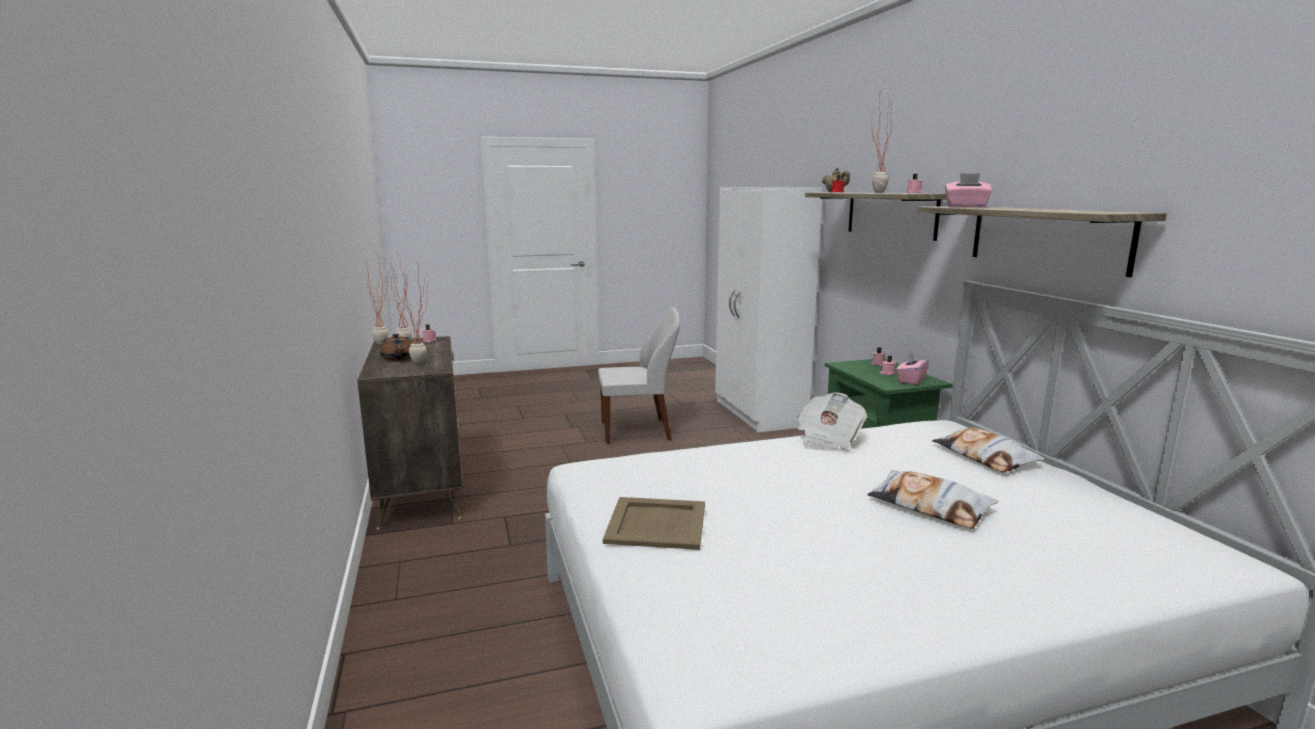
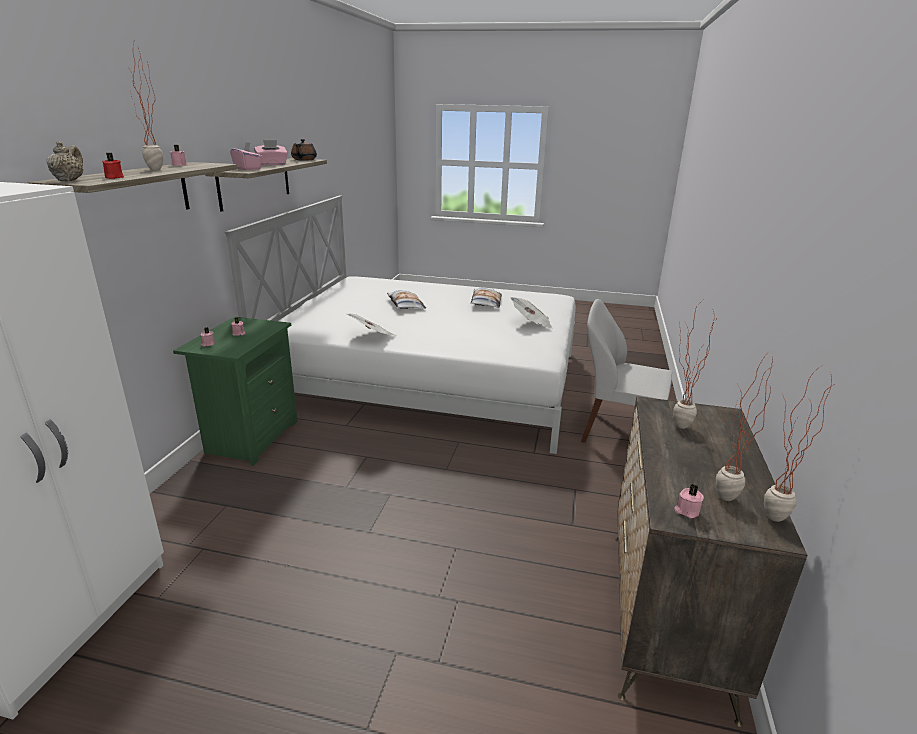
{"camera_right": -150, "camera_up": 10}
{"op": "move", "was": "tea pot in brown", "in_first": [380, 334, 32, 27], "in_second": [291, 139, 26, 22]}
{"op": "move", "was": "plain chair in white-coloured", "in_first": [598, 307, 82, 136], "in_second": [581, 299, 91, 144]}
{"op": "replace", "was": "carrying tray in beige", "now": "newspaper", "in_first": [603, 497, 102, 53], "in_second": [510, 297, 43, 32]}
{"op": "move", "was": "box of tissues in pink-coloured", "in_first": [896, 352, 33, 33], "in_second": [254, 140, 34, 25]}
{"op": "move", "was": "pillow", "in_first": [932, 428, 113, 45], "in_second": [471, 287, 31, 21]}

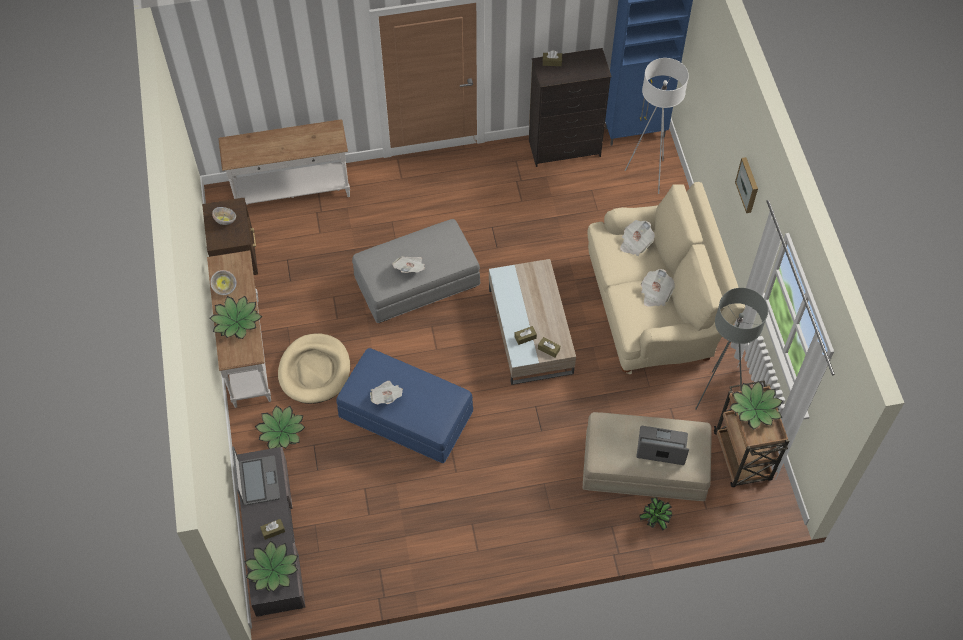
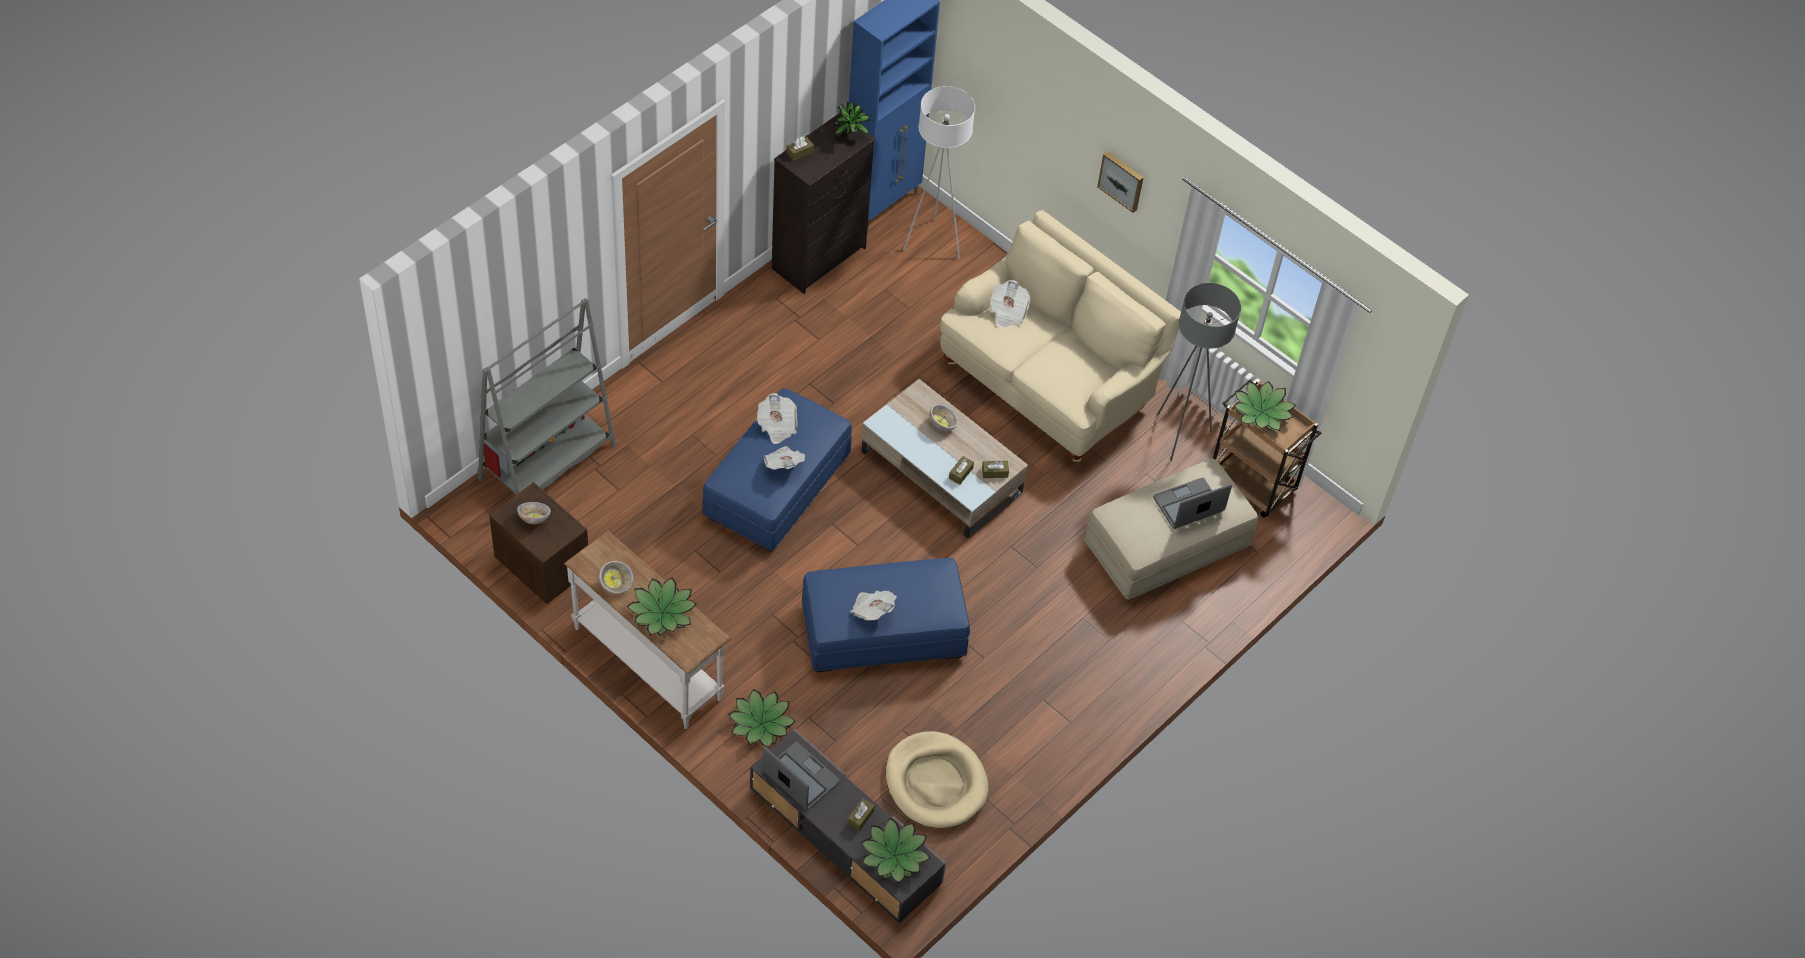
{"camera_right": -40, "camera_up": -5}
{"op": "replace", "was": "console table in white-coloured", "now": "shelving unit in gray", "in_first": [218, 119, 132, 86], "in_second": [477, 298, 139, 197]}
{"op": "move", "was": "dog bed in beige", "in_first": [278, 334, 72, 70], "in_second": [886, 731, 102, 97]}
{"op": "recolor", "was": "footrest in gray", "now": "footrest in blue-coloured", "in_first": [352, 219, 128, 104], "in_second": [702, 388, 150, 163]}
{"op": "move", "was": "houseplant", "in_first": [639, 497, 33, 34], "in_second": [834, 102, 36, 36]}
{"op": "move", "was": "newspaper", "in_first": [641, 269, 34, 38], "in_second": [757, 393, 40, 51]}
{"op": "insert", "now": "deep dish", "in_second": [929, 404, 29, 27]}

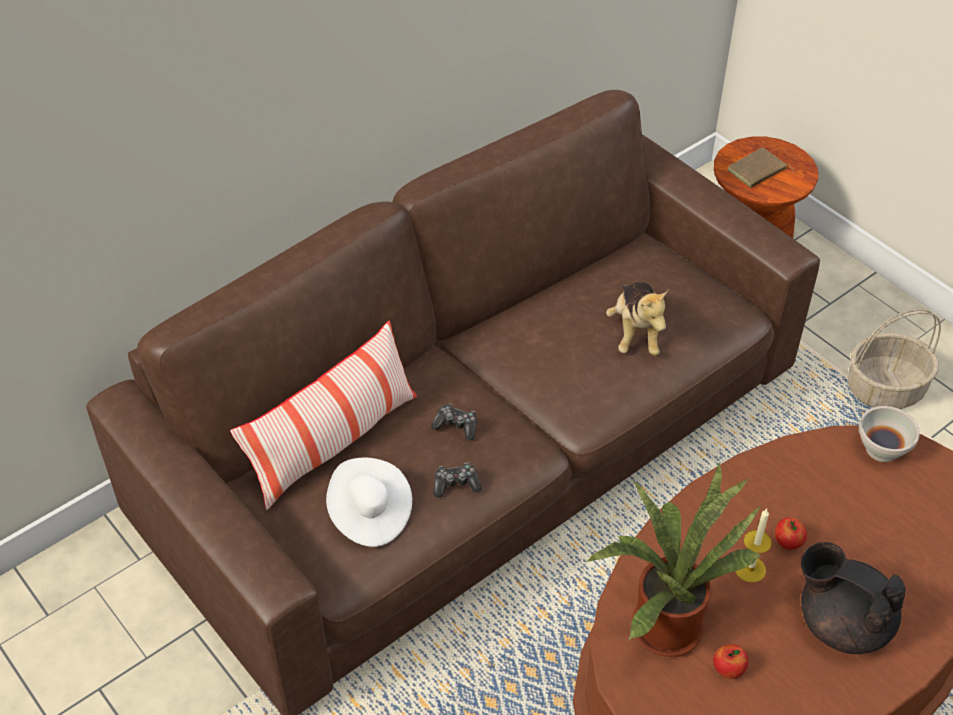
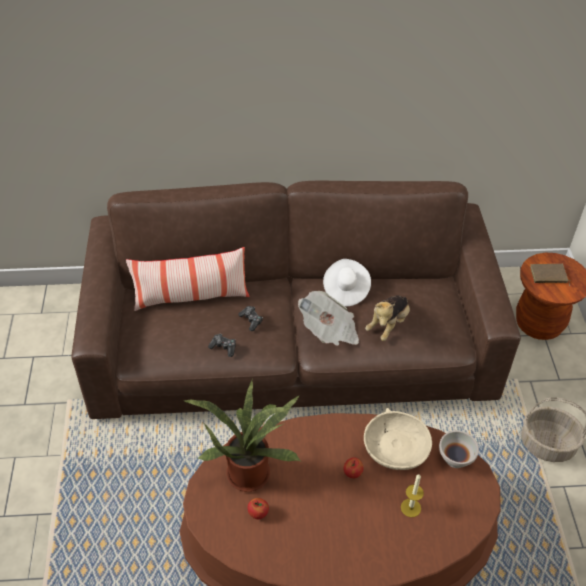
{"camera_right": 35, "camera_up": 0}
{"op": "move", "was": "clothing hat in white-coloured", "in_first": [326, 458, 86, 89], "in_second": [323, 259, 48, 48]}
{"op": "move", "was": "wax light", "in_first": [735, 508, 37, 75], "in_second": [401, 474, 23, 43]}
{"op": "delete", "was": "tea pot in black-coloured", "in_first": [801, 542, 105, 112]}
{"op": "insert", "now": "newspaper", "in_second": [298, 291, 61, 55]}
{"op": "insert", "now": "deep dish in beige", "in_second": [364, 408, 68, 62]}

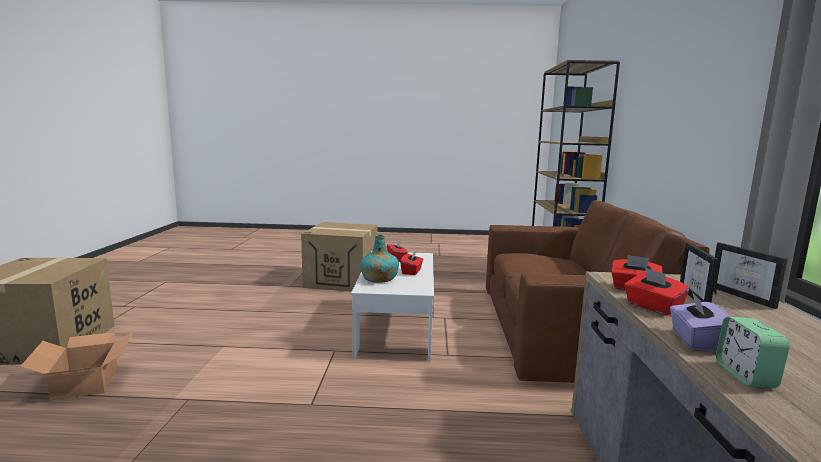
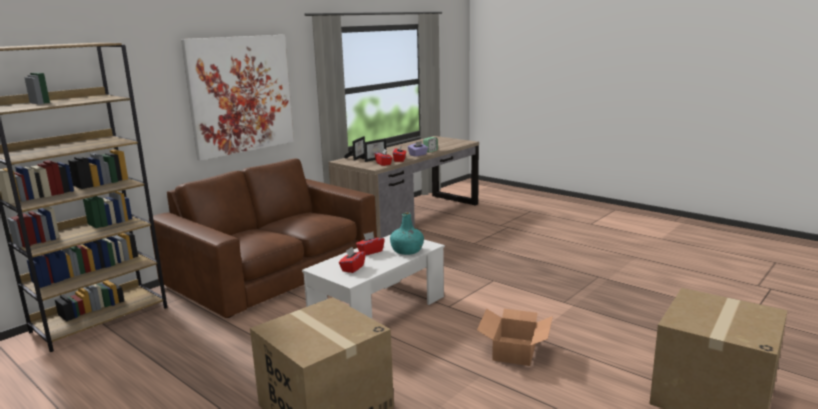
{"camera_right": -140, "camera_up": 5}
{"op": "move", "was": "packing box", "in_first": [20, 331, 114, 70], "in_second": [477, 309, 76, 57]}
{"op": "insert", "now": "picture", "in_second": [181, 35, 113, 126]}

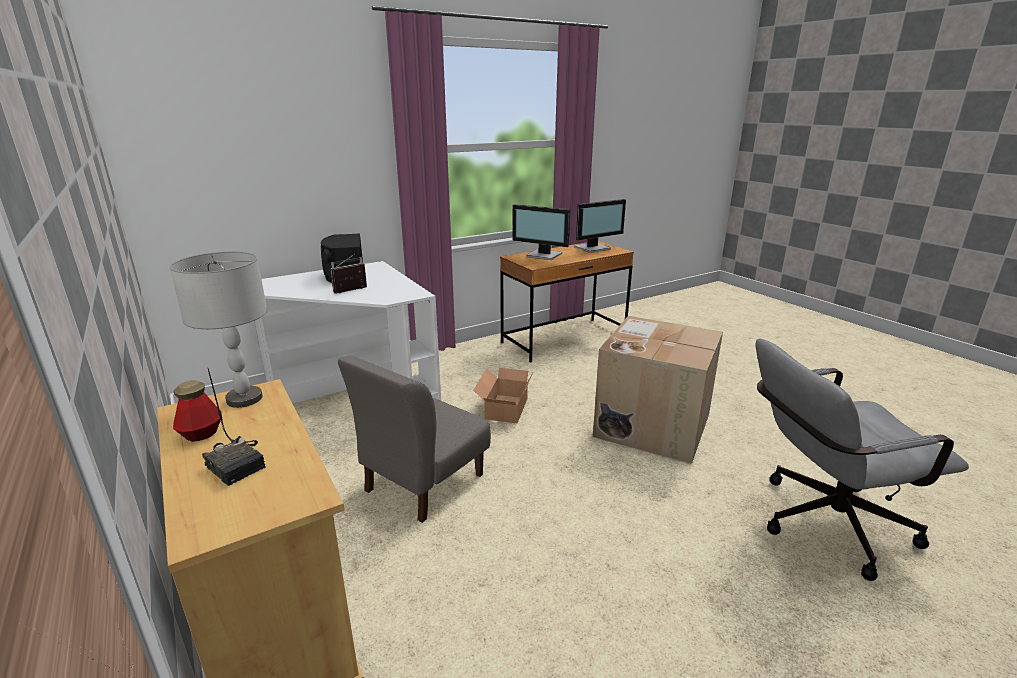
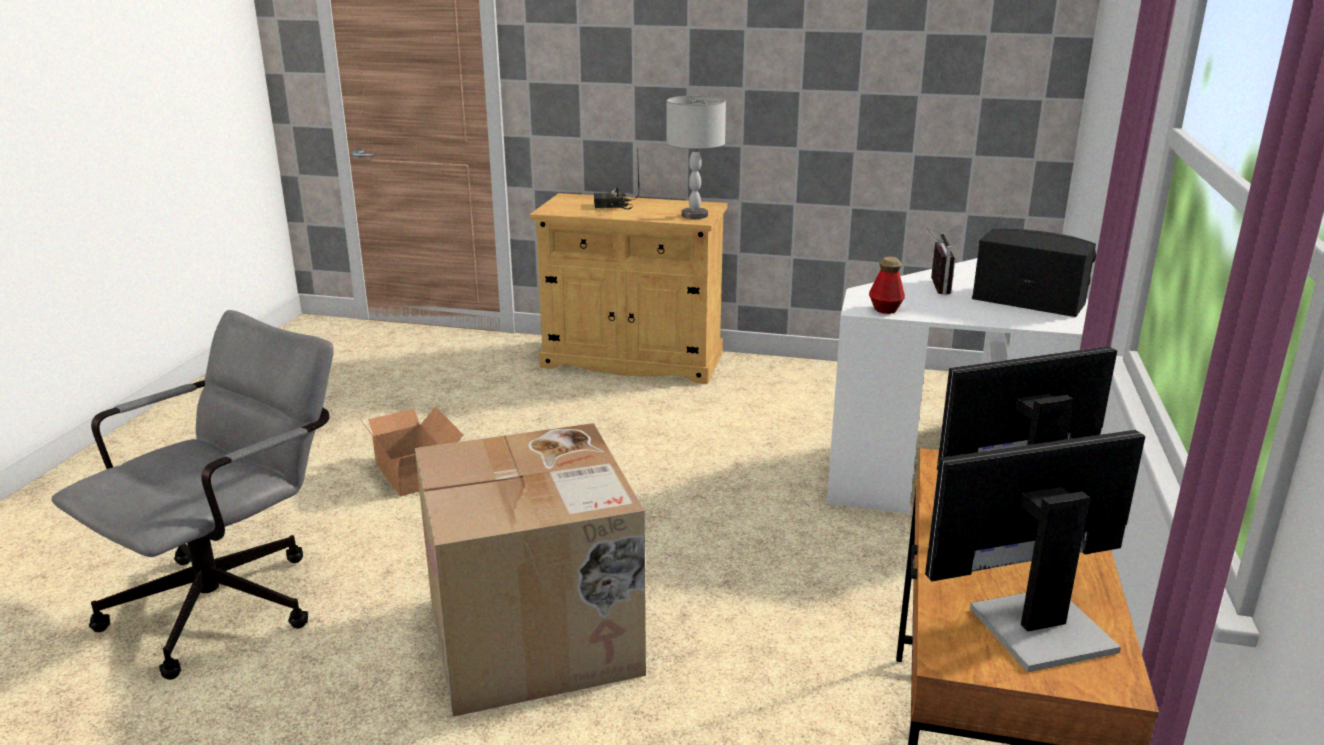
{"camera_right": 135, "camera_up": 0}
{"op": "move", "was": "bottle", "in_first": [173, 380, 49, 62], "in_second": [869, 256, 36, 58]}
{"op": "delete", "was": "plain chair in gray", "in_first": [338, 356, 153, 167]}
{"op": "move", "was": "packing box", "in_first": [473, 368, 61, 55], "in_second": [362, 406, 101, 91]}
{"op": "rotate", "was": "monitor", "in_first": [574, 199, 52, 54], "in_second": [925, 430, 221, 242], "clockwise": 60}

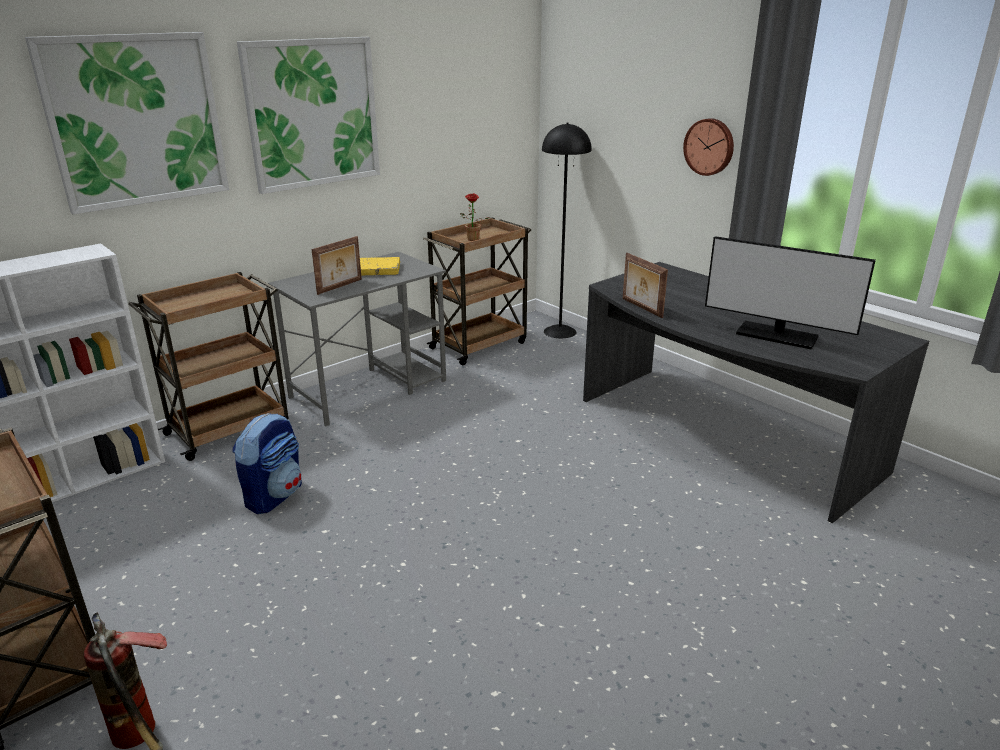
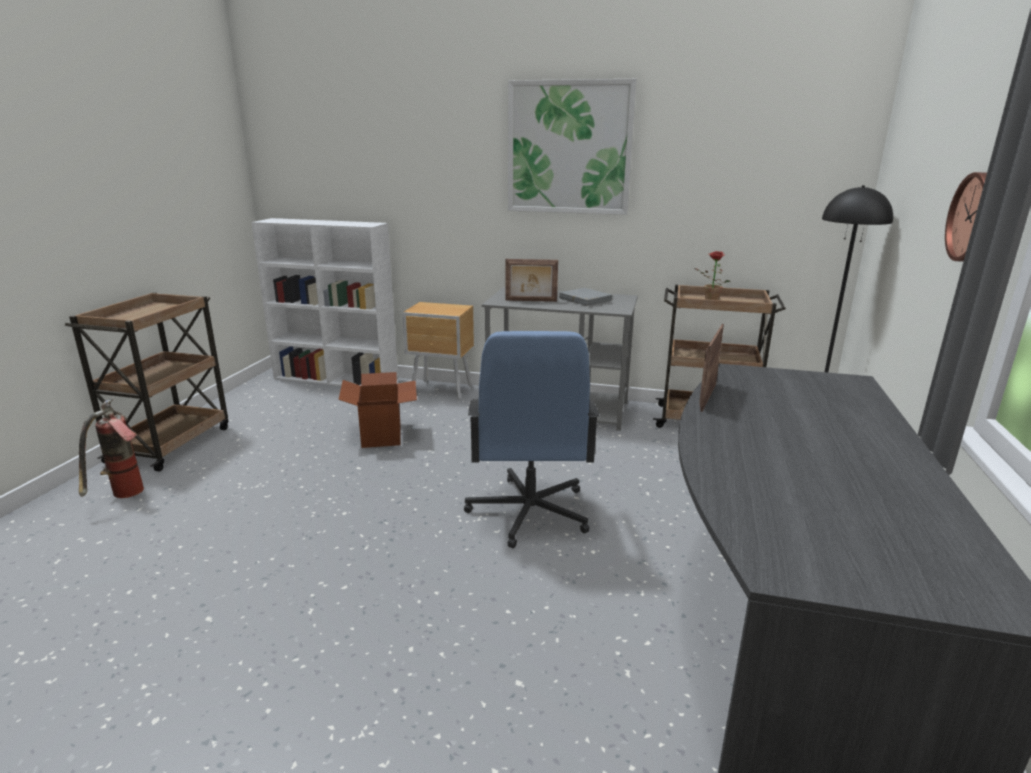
{"camera_right": 55, "camera_up": -5}
{"op": "delete", "was": "picture", "in_first": [25, 32, 204, 183]}
{"op": "replace", "was": "wheeled cart in brown", "now": "bedside table in brown", "in_first": [128, 272, 161, 189], "in_second": [402, 302, 72, 98]}
{"op": "replace", "was": "backpack", "now": "packing box", "in_first": [232, 413, 70, 101], "in_second": [338, 372, 79, 76]}
{"op": "recolor", "was": "bound book in yellow-coloured", "now": "bound book in gray", "in_first": [360, 257, 40, 19], "in_second": [559, 288, 53, 18]}
{"op": "delete", "was": "monitor", "in_first": [705, 236, 171, 114]}
{"op": "insert", "now": "computer chair in blue-coloured", "in_second": [464, 331, 136, 217]}

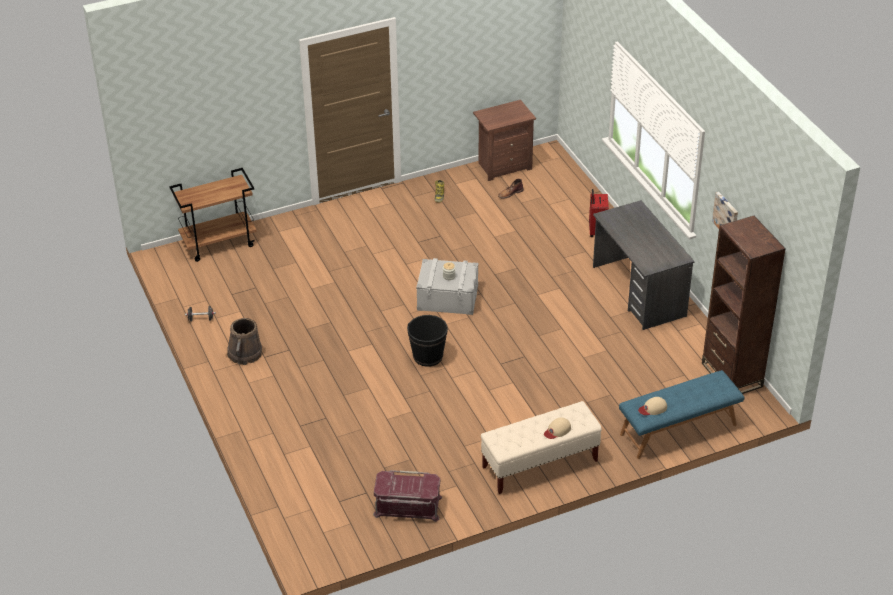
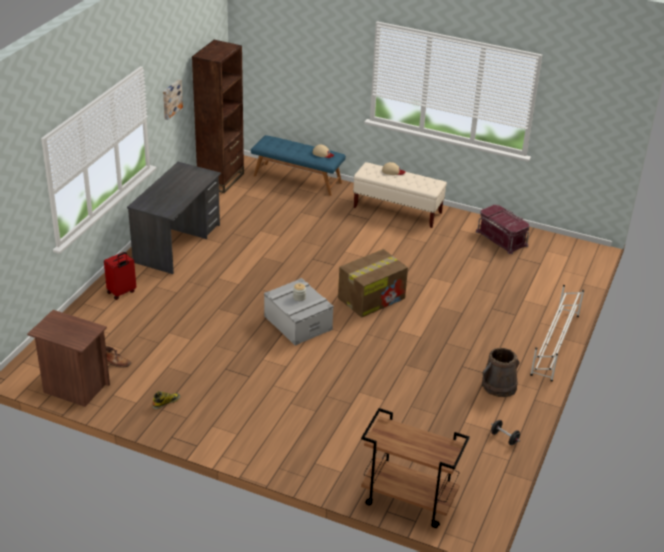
{"camera_right": -135, "camera_up": -5}
{"op": "replace", "was": "water bucket in black-coloured", "now": "packing box", "in_first": [407, 315, 41, 52], "in_second": [338, 249, 70, 69]}
{"op": "insert", "now": "shoe stand in white-coloured", "in_second": [530, 285, 54, 97]}

